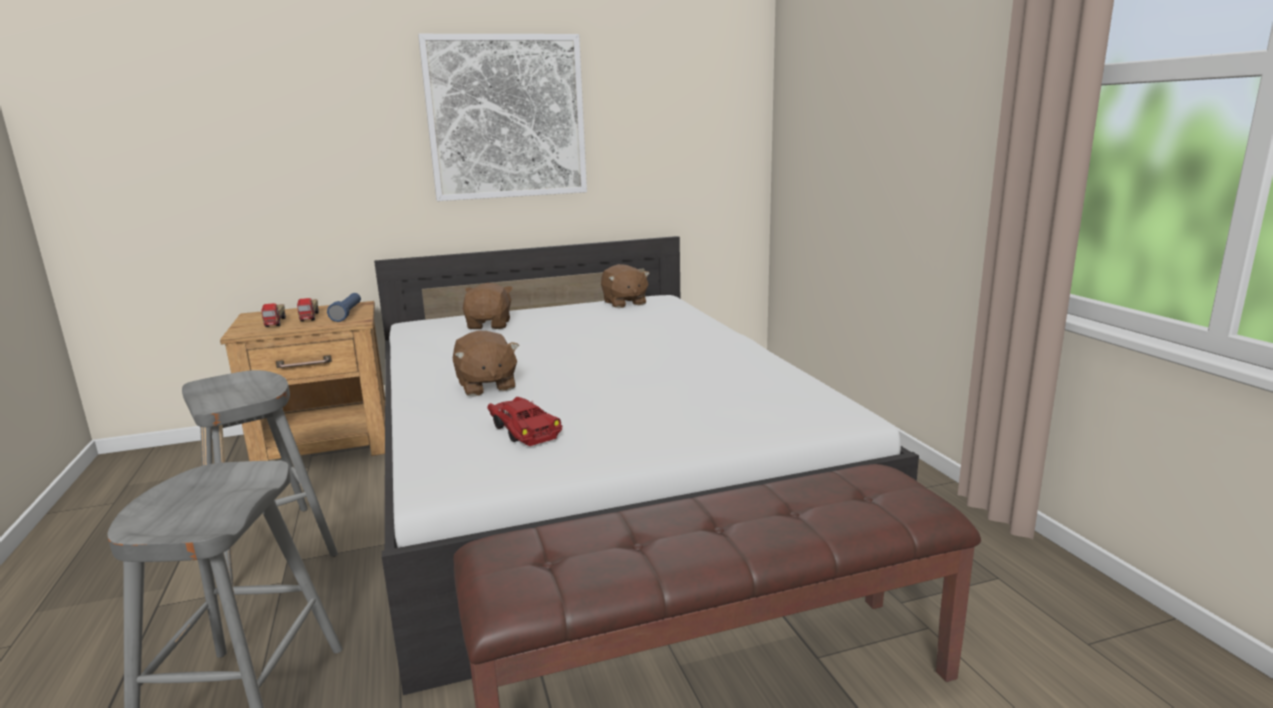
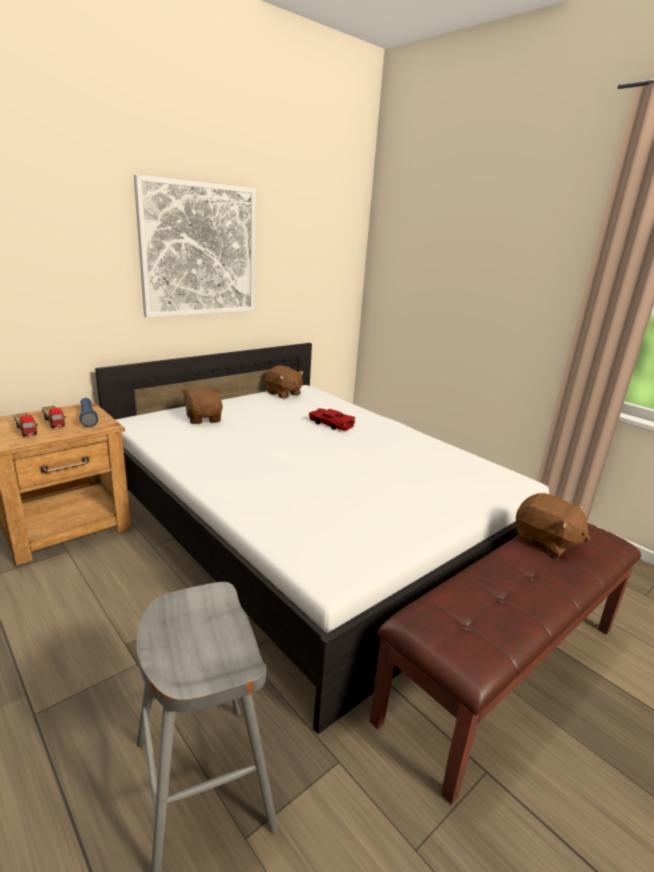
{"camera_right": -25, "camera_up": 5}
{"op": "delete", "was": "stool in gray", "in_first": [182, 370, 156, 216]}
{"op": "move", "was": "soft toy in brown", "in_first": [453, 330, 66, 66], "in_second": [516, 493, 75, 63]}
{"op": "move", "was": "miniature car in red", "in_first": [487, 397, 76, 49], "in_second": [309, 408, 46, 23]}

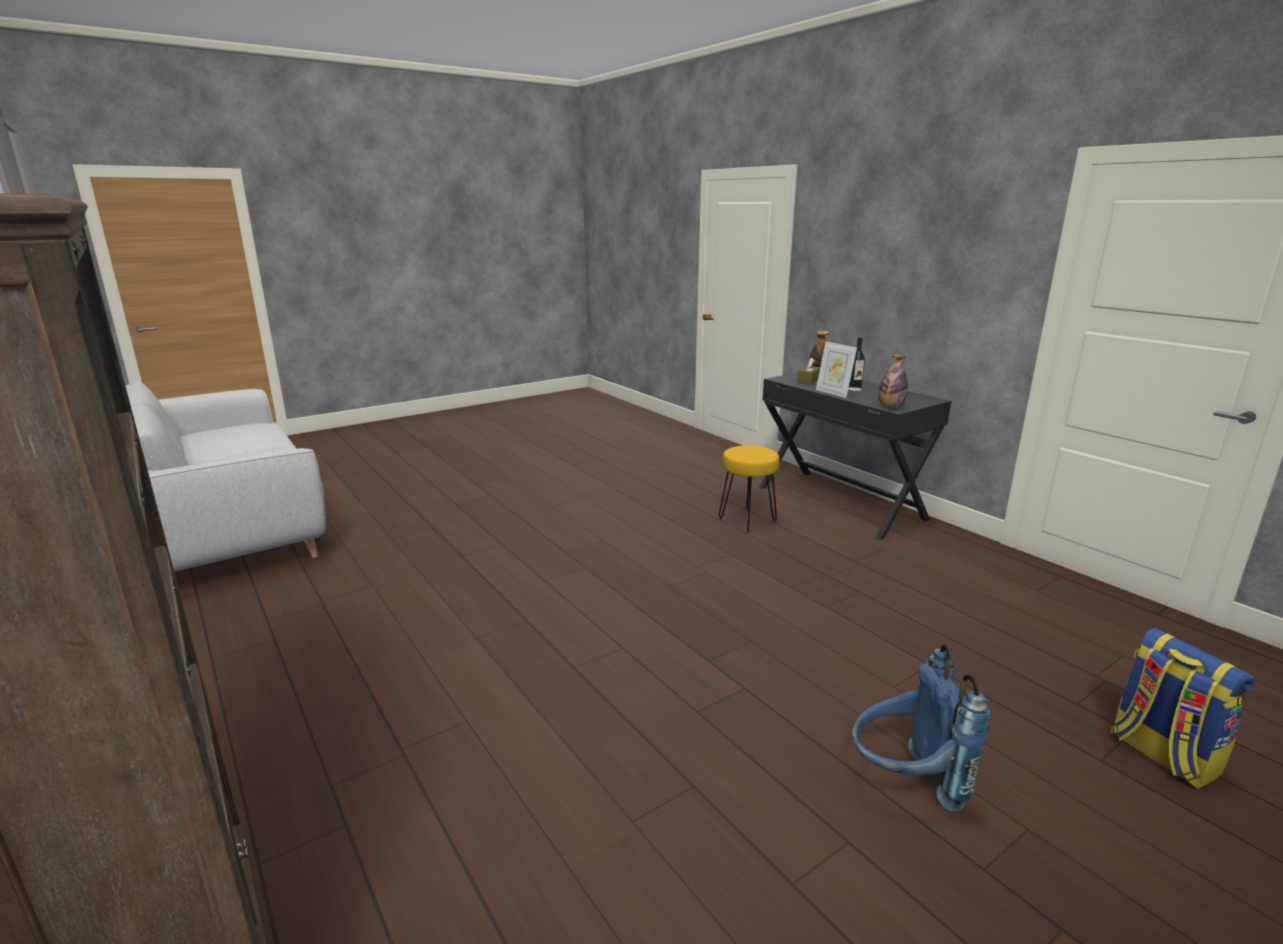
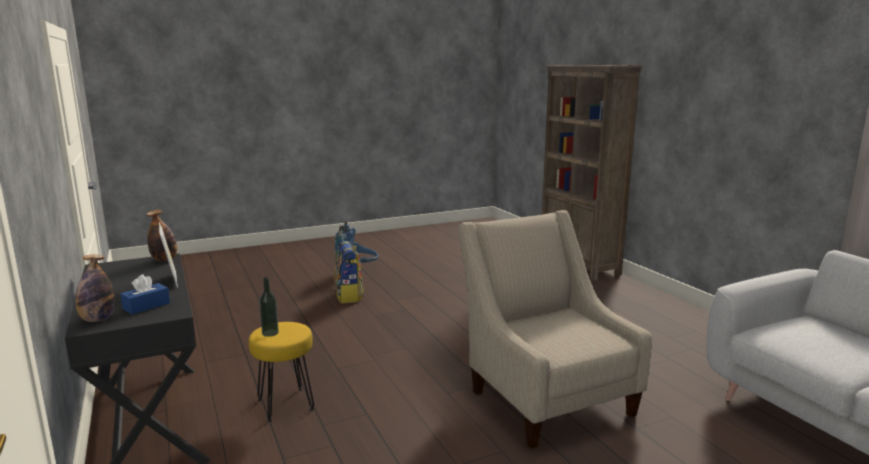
{"camera_right": -170, "camera_up": -5}
{"op": "recolor", "was": "box of tissues in brown", "now": "box of tissues in blue-coloured", "in_first": [797, 358, 23, 27], "in_second": [120, 274, 50, 40]}
{"op": "move", "was": "bottle", "in_first": [848, 337, 17, 54], "in_second": [259, 277, 20, 60]}
{"op": "move", "was": "backpack", "in_first": [1110, 628, 145, 161], "in_second": [334, 241, 30, 62]}
{"op": "insert", "now": "armchair in beige", "in_second": [458, 210, 194, 239]}

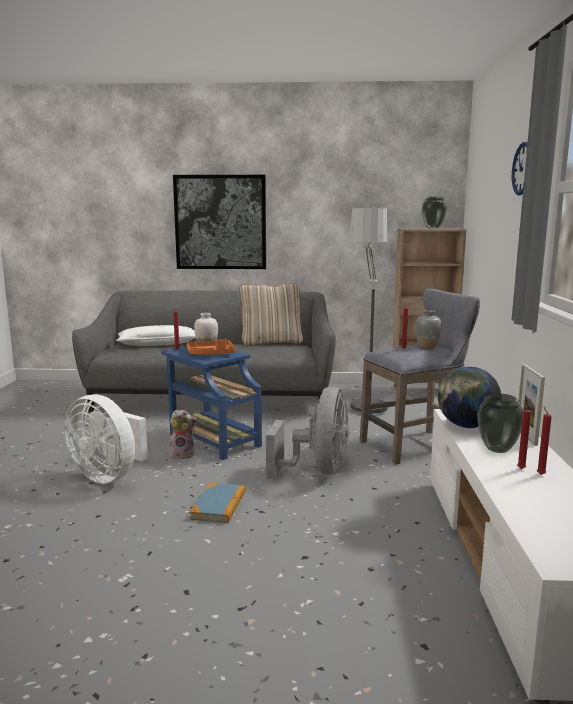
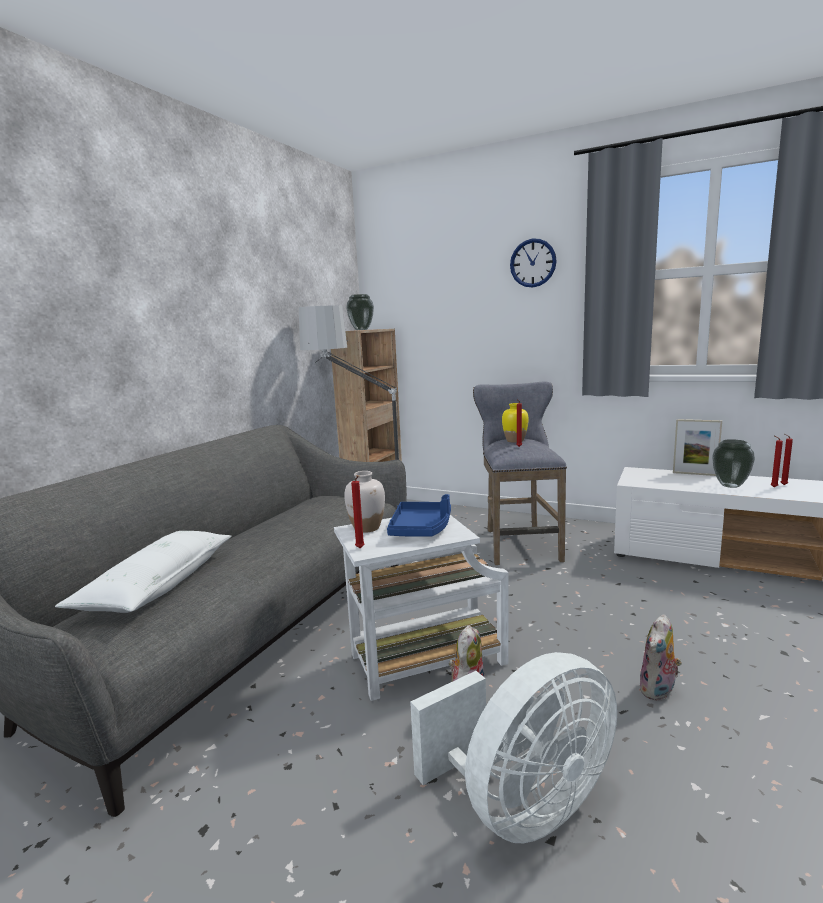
{"camera_right": -65, "camera_up": 0}
{"op": "recolor", "was": "accent table in blue-coloured", "now": "accent table in white-coloured", "in_first": [161, 347, 101, 113], "in_second": [334, 515, 175, 186]}
{"op": "delete", "was": "picture", "in_first": [173, 175, 93, 94]}
{"op": "recolor", "was": "carrying tray in orange", "now": "carrying tray in blue-coloured", "in_first": [187, 339, 48, 16], "in_second": [387, 494, 64, 43]}
{"op": "replace", "was": "bound book", "now": "soft toy", "in_first": [190, 483, 55, 40], "in_second": [639, 614, 43, 87]}
{"op": "delete", "was": "pillow in beige", "in_first": [239, 283, 64, 63]}
{"op": "delete", "was": "fan in gray", "in_first": [266, 387, 83, 93]}
{"op": "recolor", "was": "flower vase in gray", "now": "flower vase in yellow-coloured", "in_first": [416, 310, 26, 38], "in_second": [502, 403, 27, 40]}
{"op": "delete", "was": "desk globe", "in_first": [438, 366, 63, 62]}

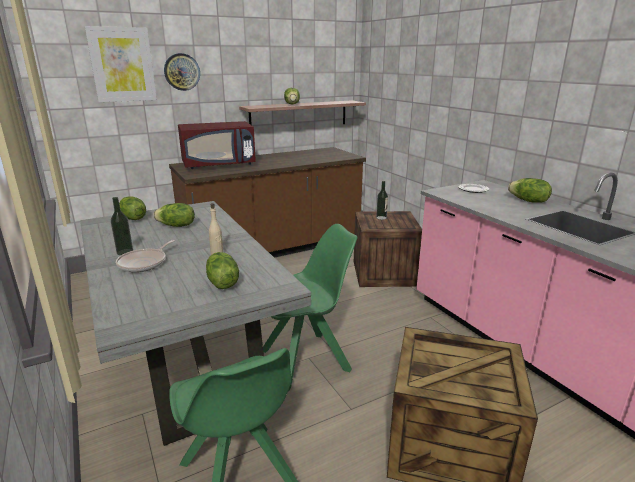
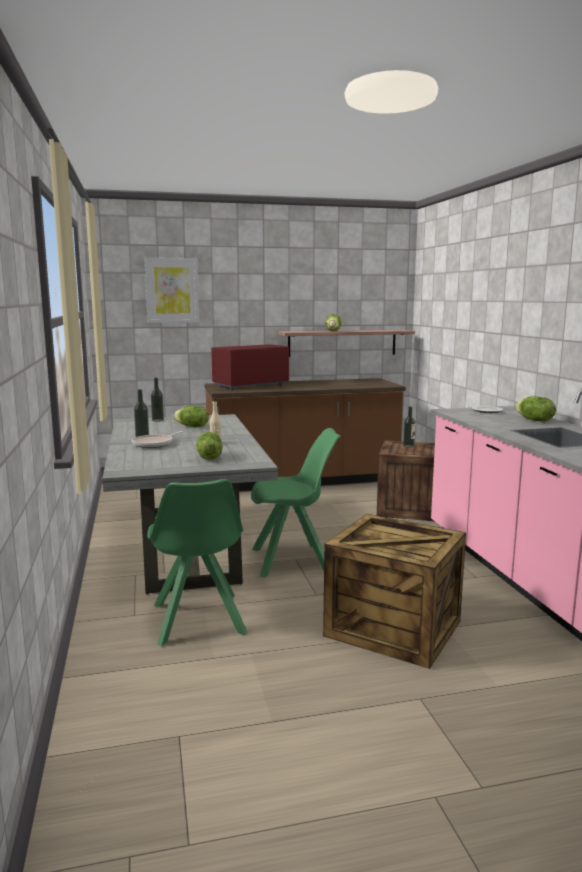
{"camera_right": 15, "camera_up": -10}
{"op": "replace", "was": "lettuce head", "now": "bottle", "in_first": [119, 196, 27, 24], "in_second": [151, 378, 13, 44]}
{"op": "delete", "was": "clock on the wall", "in_first": [164, 53, 36, 38]}
{"op": "rotate", "was": "kitchen microwave in red", "in_first": [178, 121, 78, 48], "in_second": [211, 344, 78, 46], "clockwise": 150}

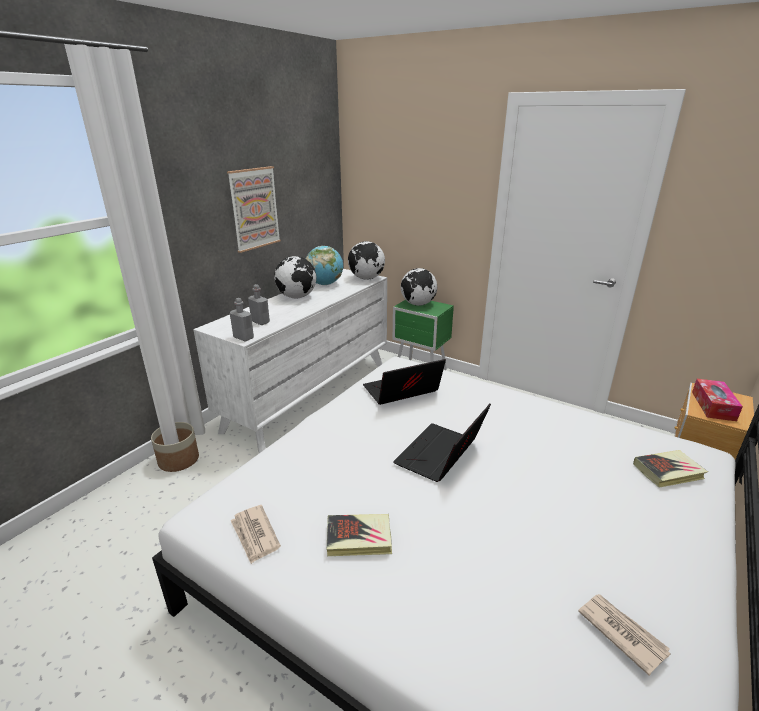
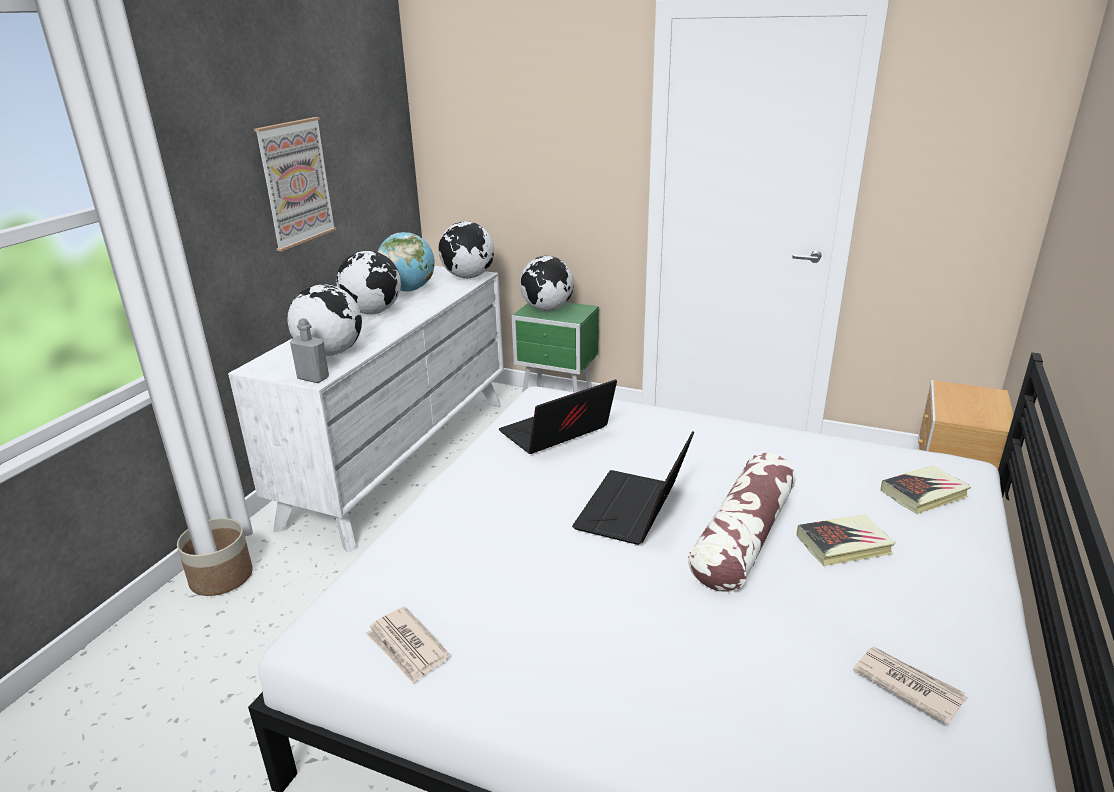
{"camera_right": -10, "camera_up": 0}
{"op": "replace", "was": "bottle in gray", "now": "desk globe", "in_first": [248, 284, 22, 41], "in_second": [287, 284, 75, 72]}
{"op": "move", "was": "bound book", "in_first": [327, 514, 65, 42], "in_second": [797, 515, 99, 51]}
{"op": "delete", "was": "box of tissues", "in_first": [692, 379, 51, 42]}
{"op": "insert", "now": "pillow", "in_second": [688, 453, 108, 139]}

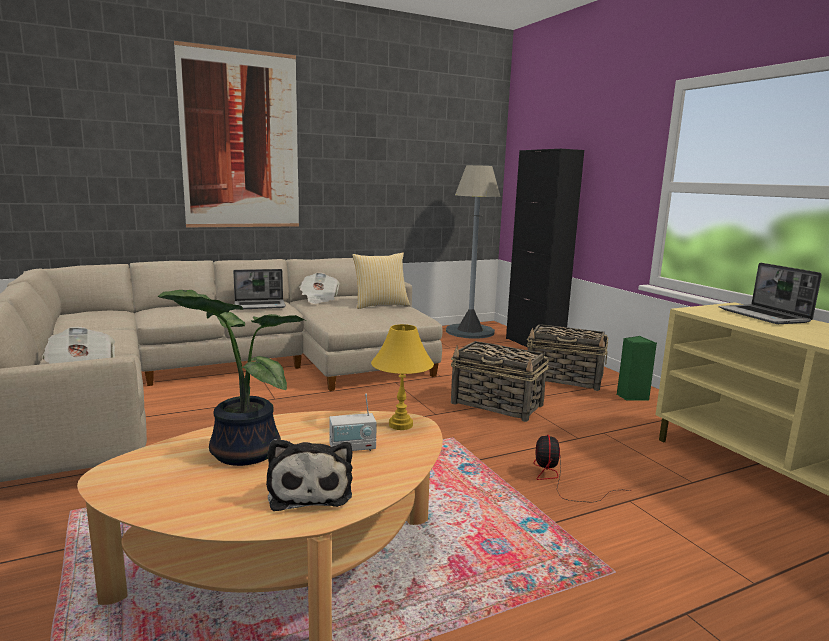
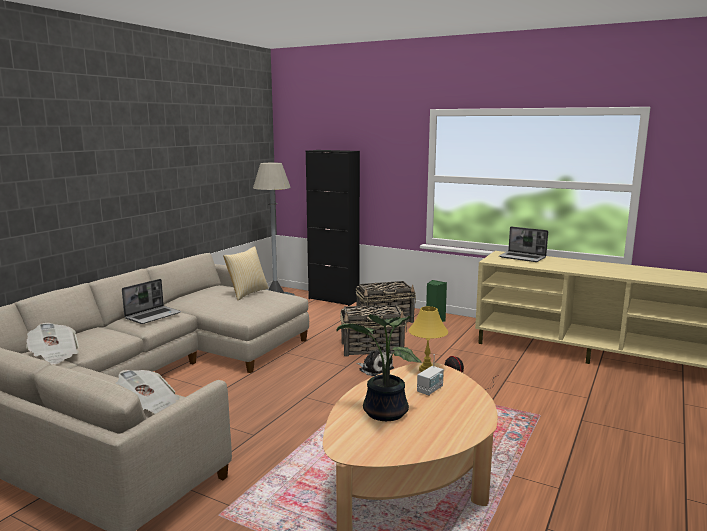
{"camera_right": -35, "camera_up": 0}
{"op": "delete", "was": "picture", "in_first": [174, 41, 125, 186]}
{"op": "move", "was": "soft toy", "in_first": [266, 439, 87, 72], "in_second": [356, 348, 38, 28]}
{"op": "move", "was": "newspaper", "in_first": [299, 273, 41, 31], "in_second": [26, 323, 53, 42]}

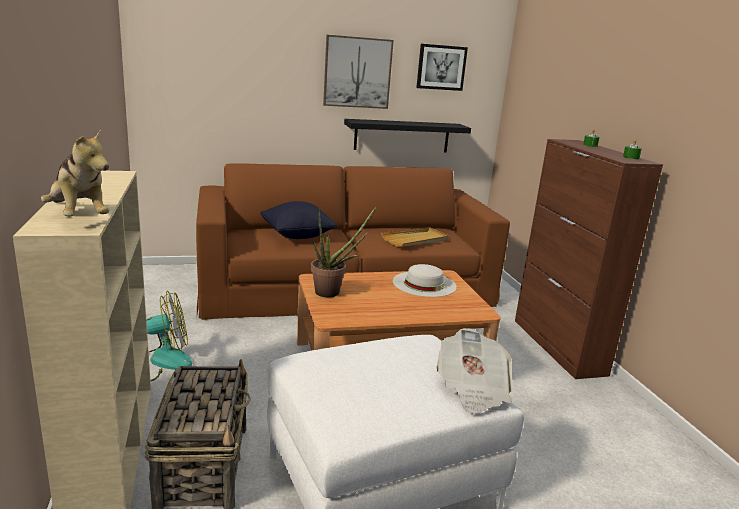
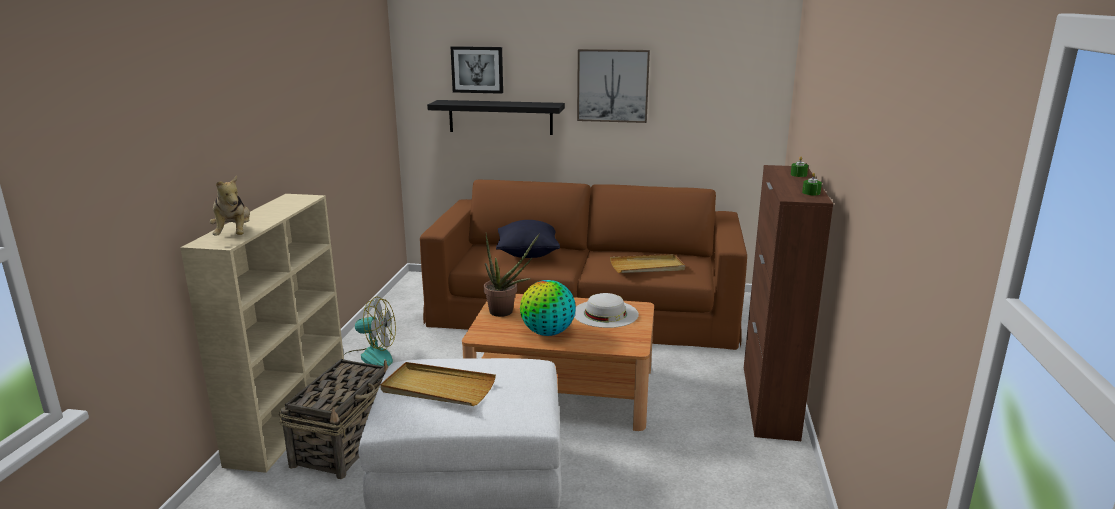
{"camera_right": 25, "camera_up": 0}
{"op": "move", "was": "shelf in black-coloured", "in_first": [344, 119, 127, 34], "in_second": [427, 100, 138, 35]}
{"op": "move", "was": "picture", "in_first": [416, 44, 52, 47], "in_second": [451, 46, 52, 48]}
{"op": "delete", "was": "newspaper", "in_first": [436, 328, 77, 86]}
{"op": "insert", "now": "carrying tray in beige", "in_second": [380, 362, 116, 44]}
{"op": "insert", "now": "desk globe", "in_second": [520, 280, 56, 56]}

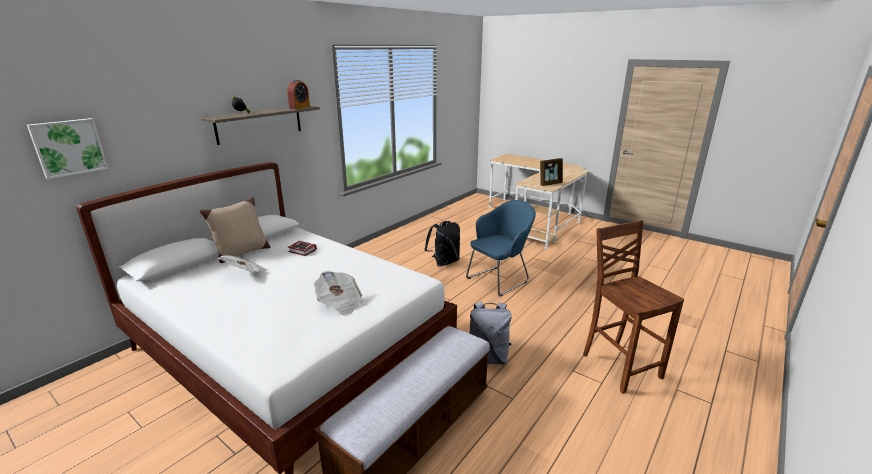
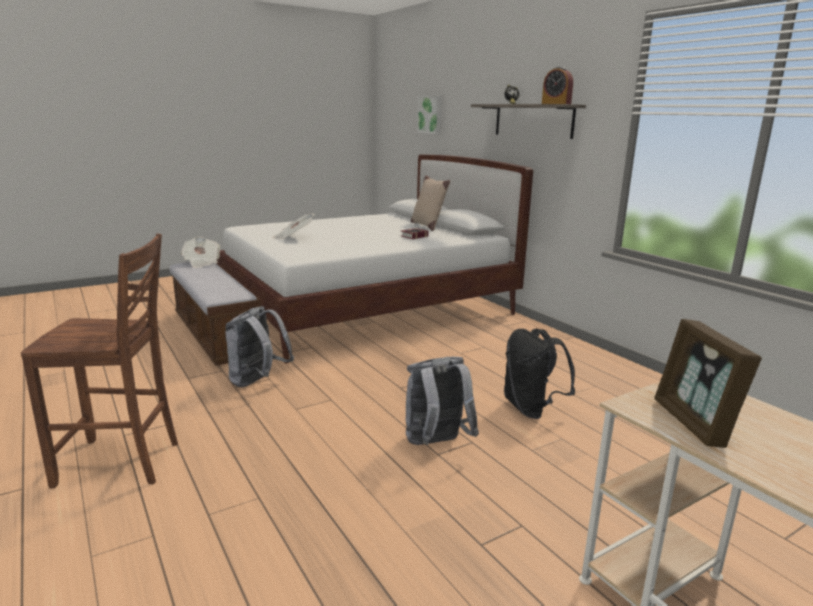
{"camera_right": 110, "camera_up": -5}
{"op": "move", "was": "newspaper", "in_first": [218, 255, 50, 17], "in_second": [181, 237, 39, 31]}
{"op": "replace", "was": "armchair in blue-coloured", "now": "backpack in gray", "in_first": [466, 200, 70, 96], "in_second": [406, 357, 73, 88]}

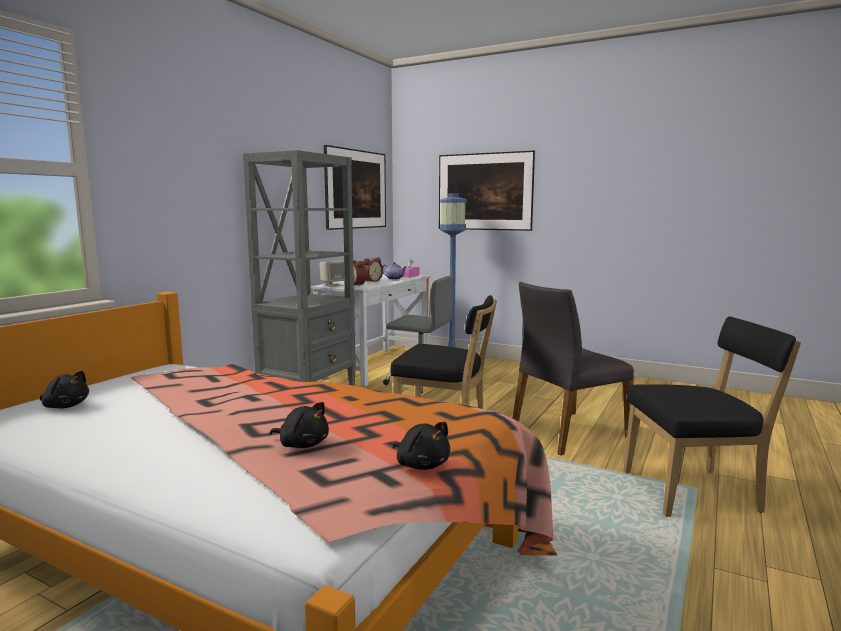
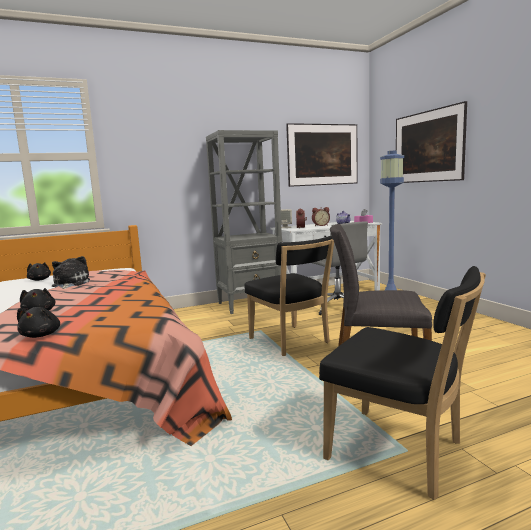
{"camera_right": 40, "camera_up": 0}
{"op": "insert", "now": "soft toy", "in_second": [52, 256, 38, 33]}

